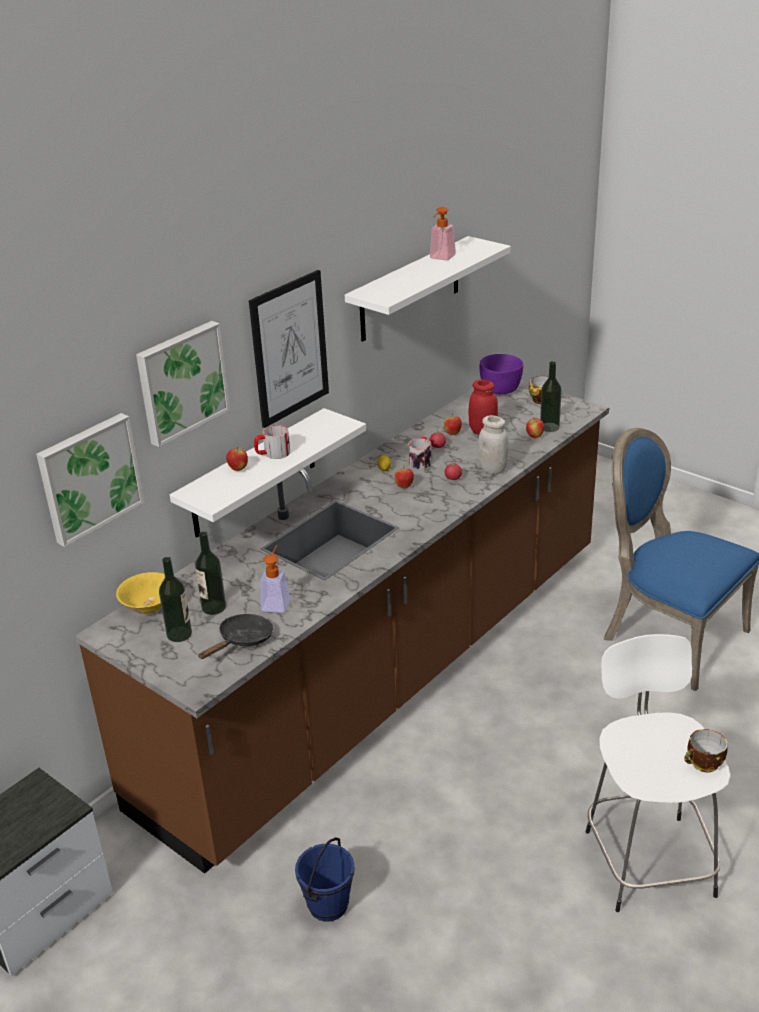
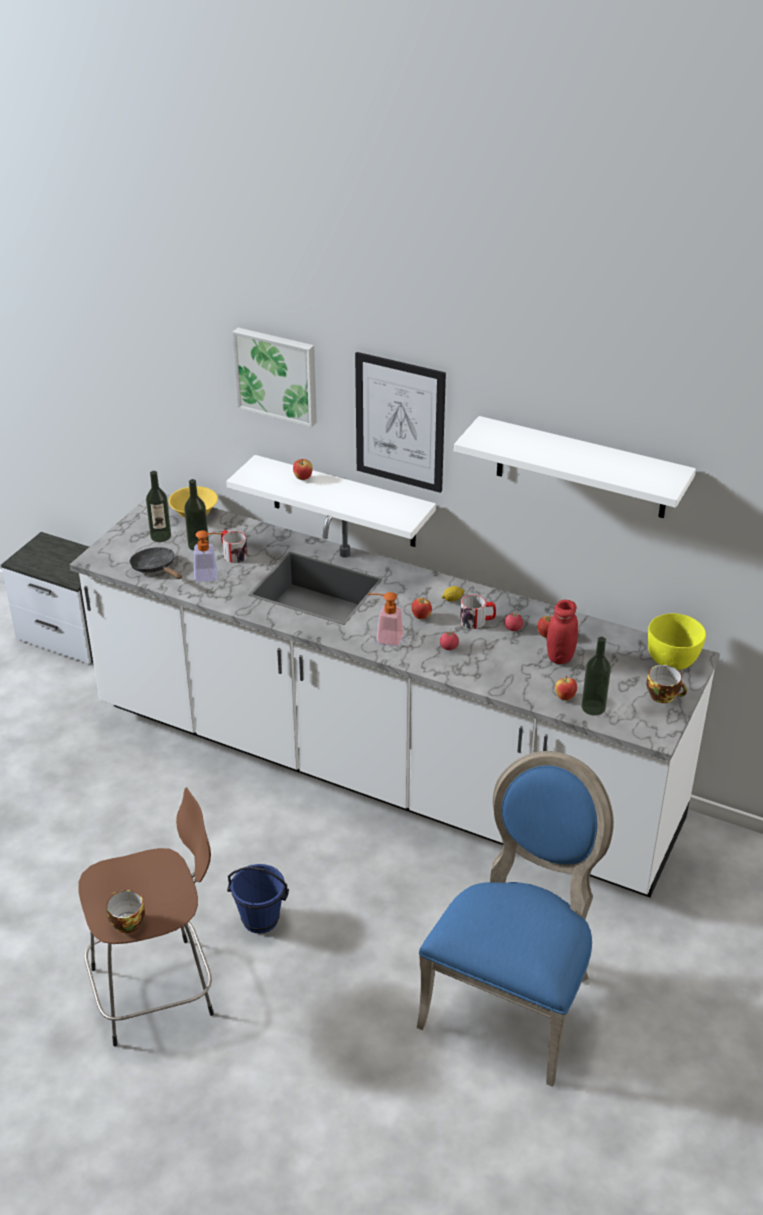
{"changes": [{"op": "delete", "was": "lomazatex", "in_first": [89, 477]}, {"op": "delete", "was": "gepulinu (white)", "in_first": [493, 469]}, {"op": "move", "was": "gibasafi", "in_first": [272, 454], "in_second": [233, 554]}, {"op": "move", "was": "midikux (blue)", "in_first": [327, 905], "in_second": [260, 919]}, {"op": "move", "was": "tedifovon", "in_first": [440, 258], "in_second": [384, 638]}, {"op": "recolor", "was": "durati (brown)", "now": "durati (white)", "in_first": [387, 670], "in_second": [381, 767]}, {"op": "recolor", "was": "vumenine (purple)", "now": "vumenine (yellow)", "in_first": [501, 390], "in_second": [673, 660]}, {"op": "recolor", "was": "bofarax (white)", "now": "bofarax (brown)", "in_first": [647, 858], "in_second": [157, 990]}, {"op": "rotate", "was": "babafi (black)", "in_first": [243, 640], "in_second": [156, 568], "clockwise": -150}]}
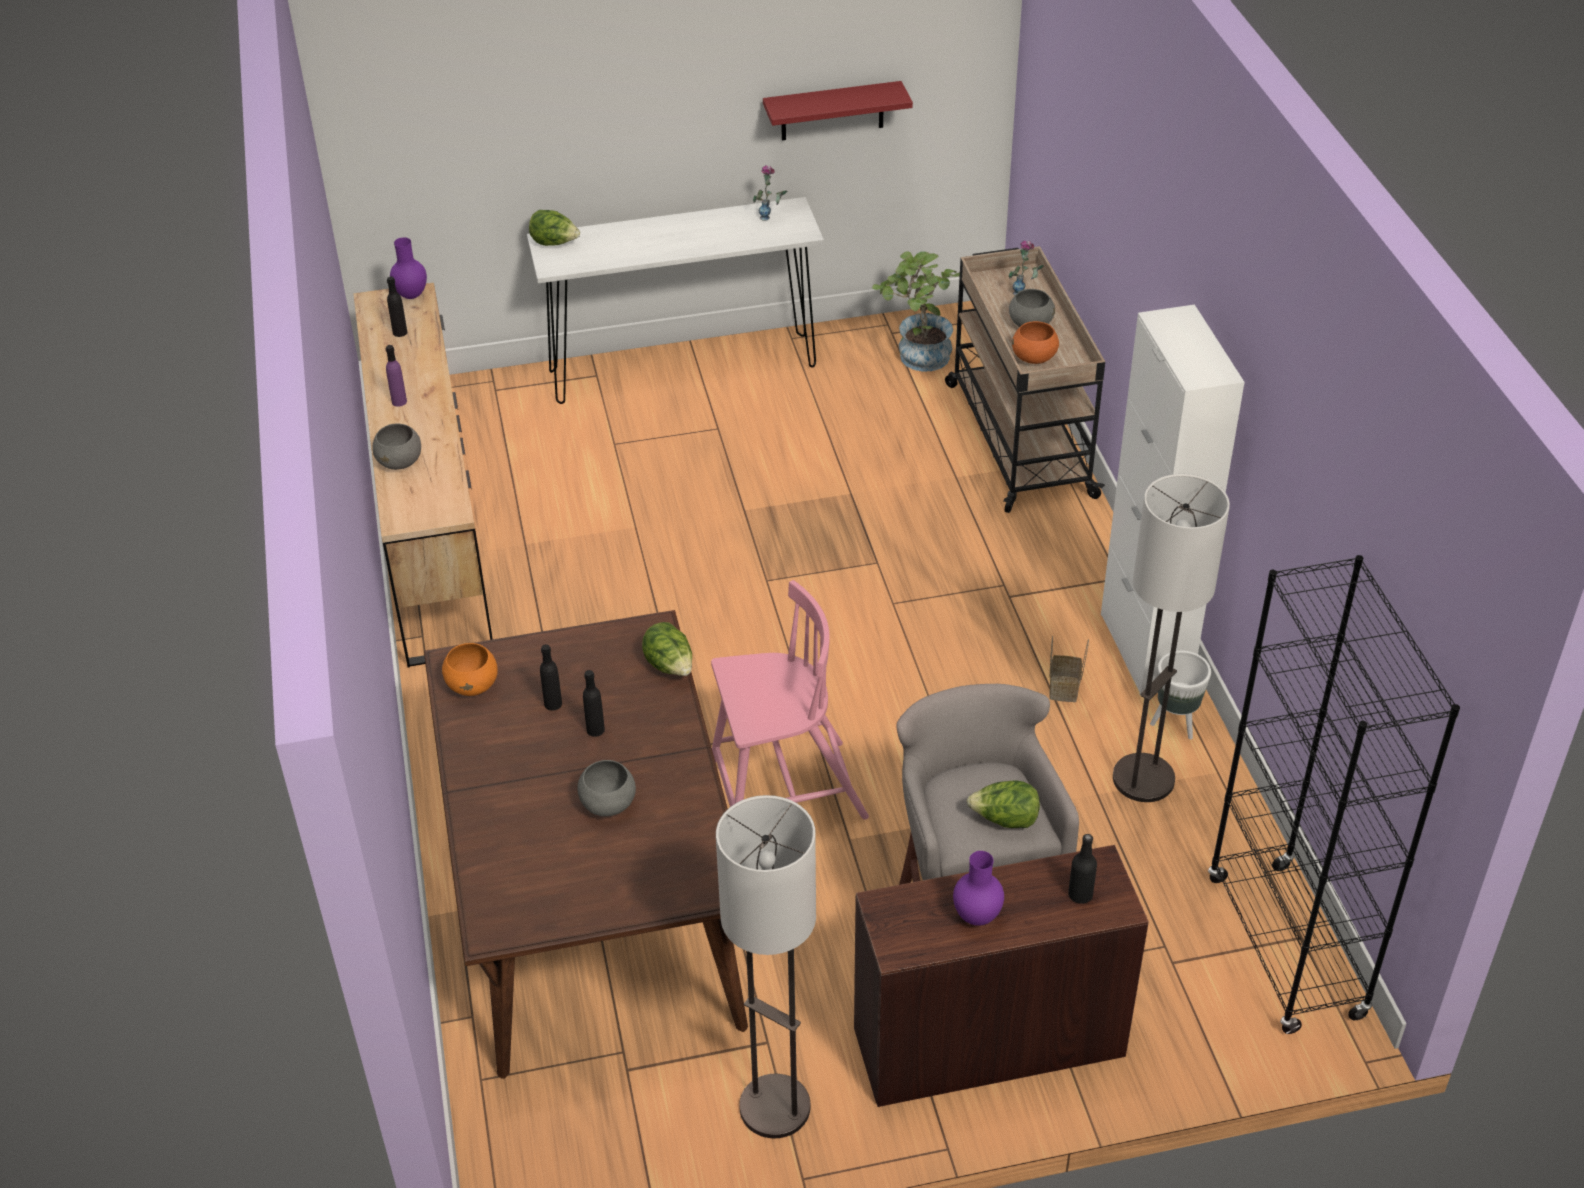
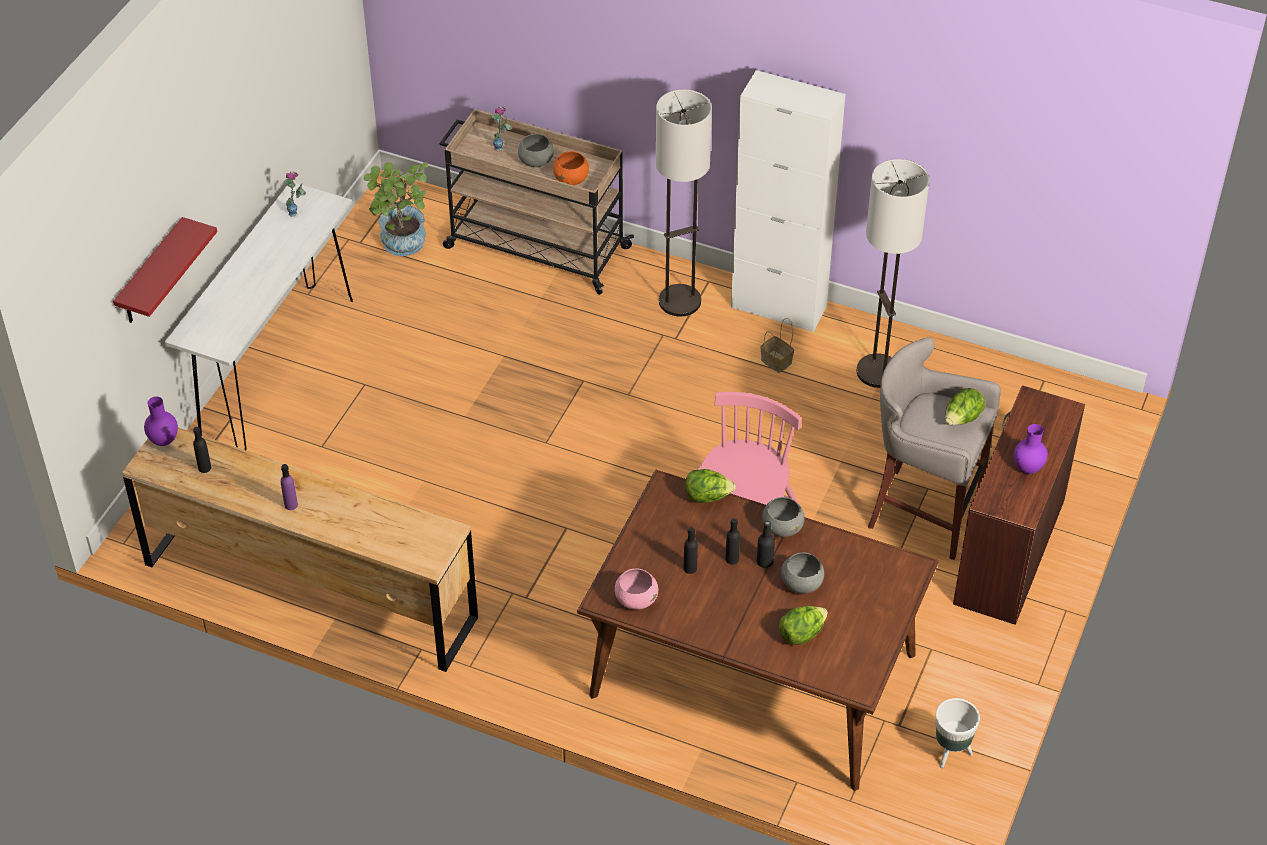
{"changes": [{"op": "delete", "was": "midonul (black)", "in_first": [1285, 948]}, {"op": "move", "was": "vumenine (grey)", "in_first": [400, 462], "in_second": [782, 527]}, {"op": "move", "was": "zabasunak", "in_first": [554, 243], "in_second": [802, 634]}, {"op": "move", "was": "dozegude", "in_first": [775, 1107], "in_second": [680, 301]}, {"op": "move", "was": "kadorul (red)", "in_first": [832, 111], "in_second": [151, 274]}, {"op": "move", "was": "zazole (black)", "in_first": [1080, 895], "in_second": [764, 562]}, {"op": "move", "was": "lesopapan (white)", "in_first": [1175, 723], "in_second": [950, 753]}, {"op": "recolor", "was": "vumenine (orange)", "now": "vumenine (pink)", "in_first": [473, 685], "in_second": [636, 599]}]}
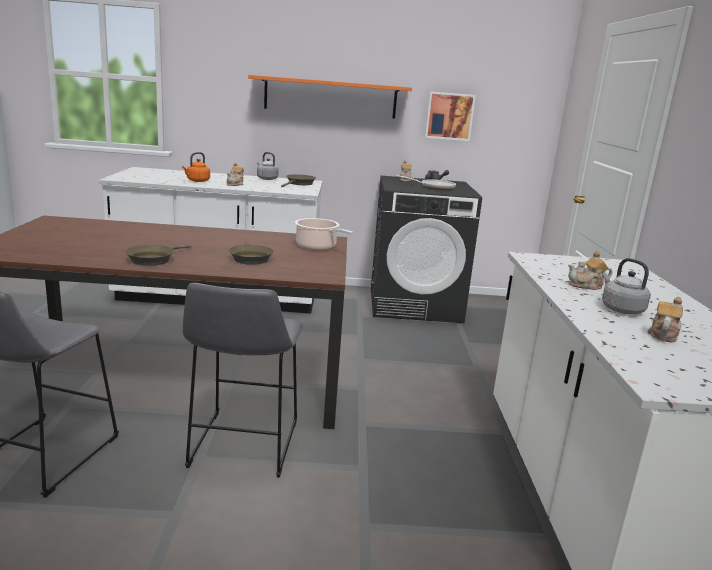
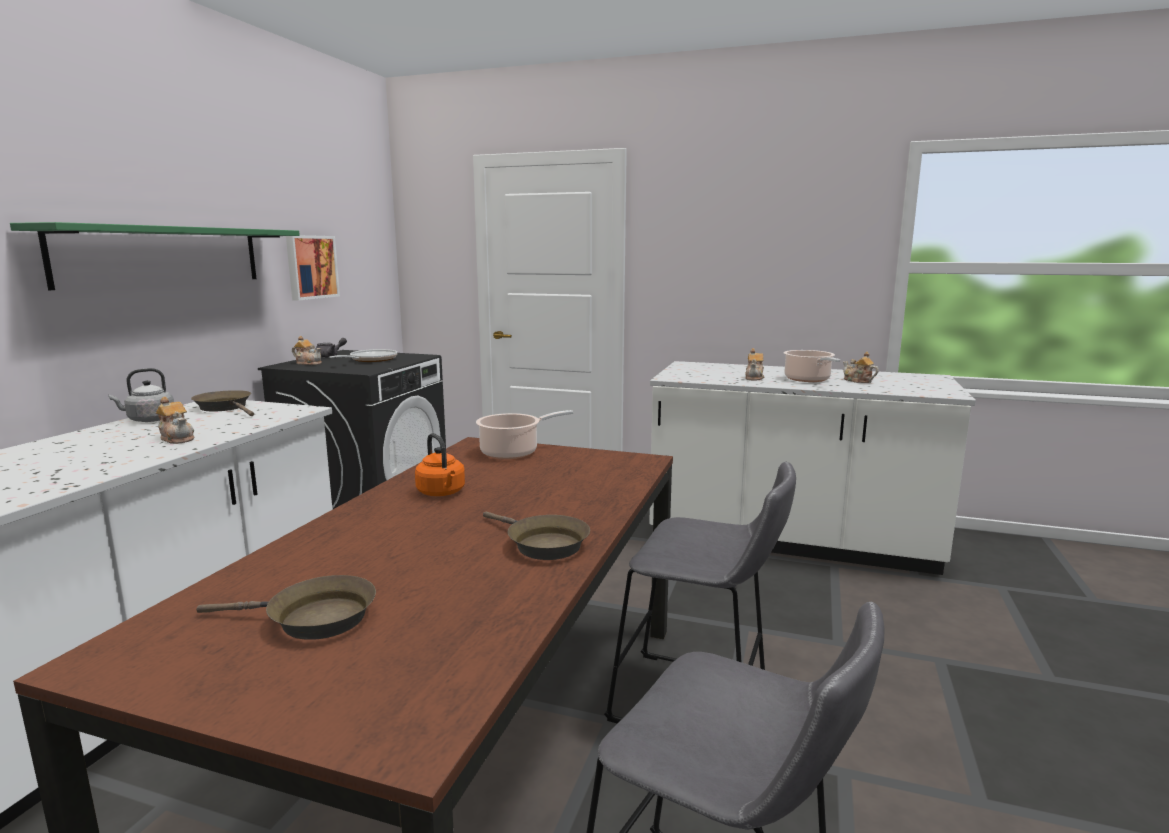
{"changes": [{"op": "move", "was": "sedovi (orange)", "in_first": [197, 181], "in_second": [442, 493]}, {"op": "move", "was": "babafi (brown)", "in_first": [250, 258], "in_second": [313, 619]}, {"op": "replace", "was": "sedovi (grey)", "now": "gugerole", "in_first": [620, 309], "in_second": [808, 380]}, {"op": "recolor", "was": "kadorul (orange)", "now": "kadorul (green)", "in_first": [330, 97], "in_second": [163, 256]}]}
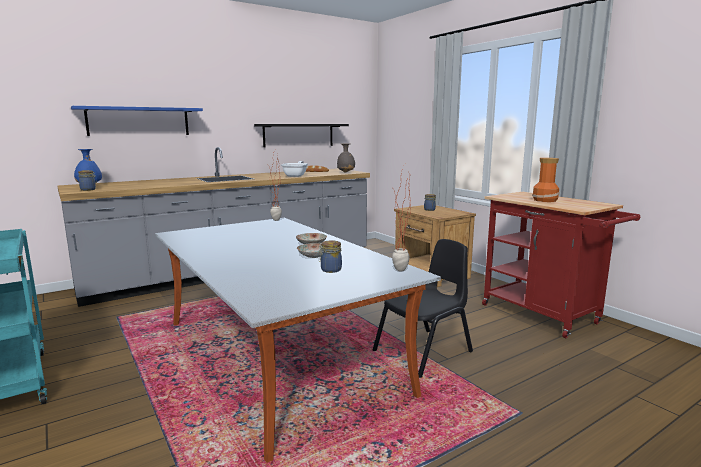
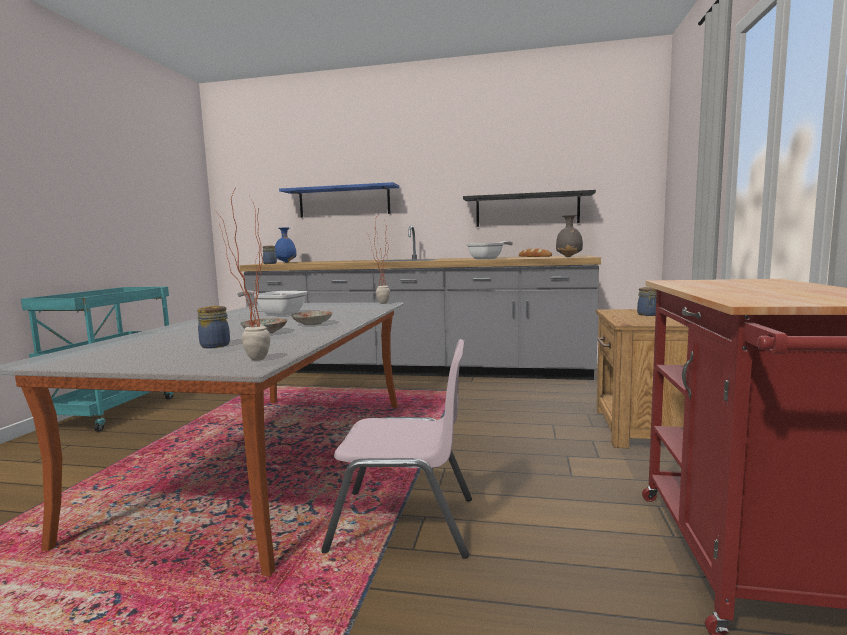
{"changes": [{"op": "delete", "was": "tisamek", "in_first": [545, 200]}, {"op": "insert", "now": "babafi", "in_second": [278, 314]}, {"op": "recolor", "was": "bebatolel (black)", "now": "bebatolel (pink)", "in_first": [424, 352], "in_second": [404, 524]}]}
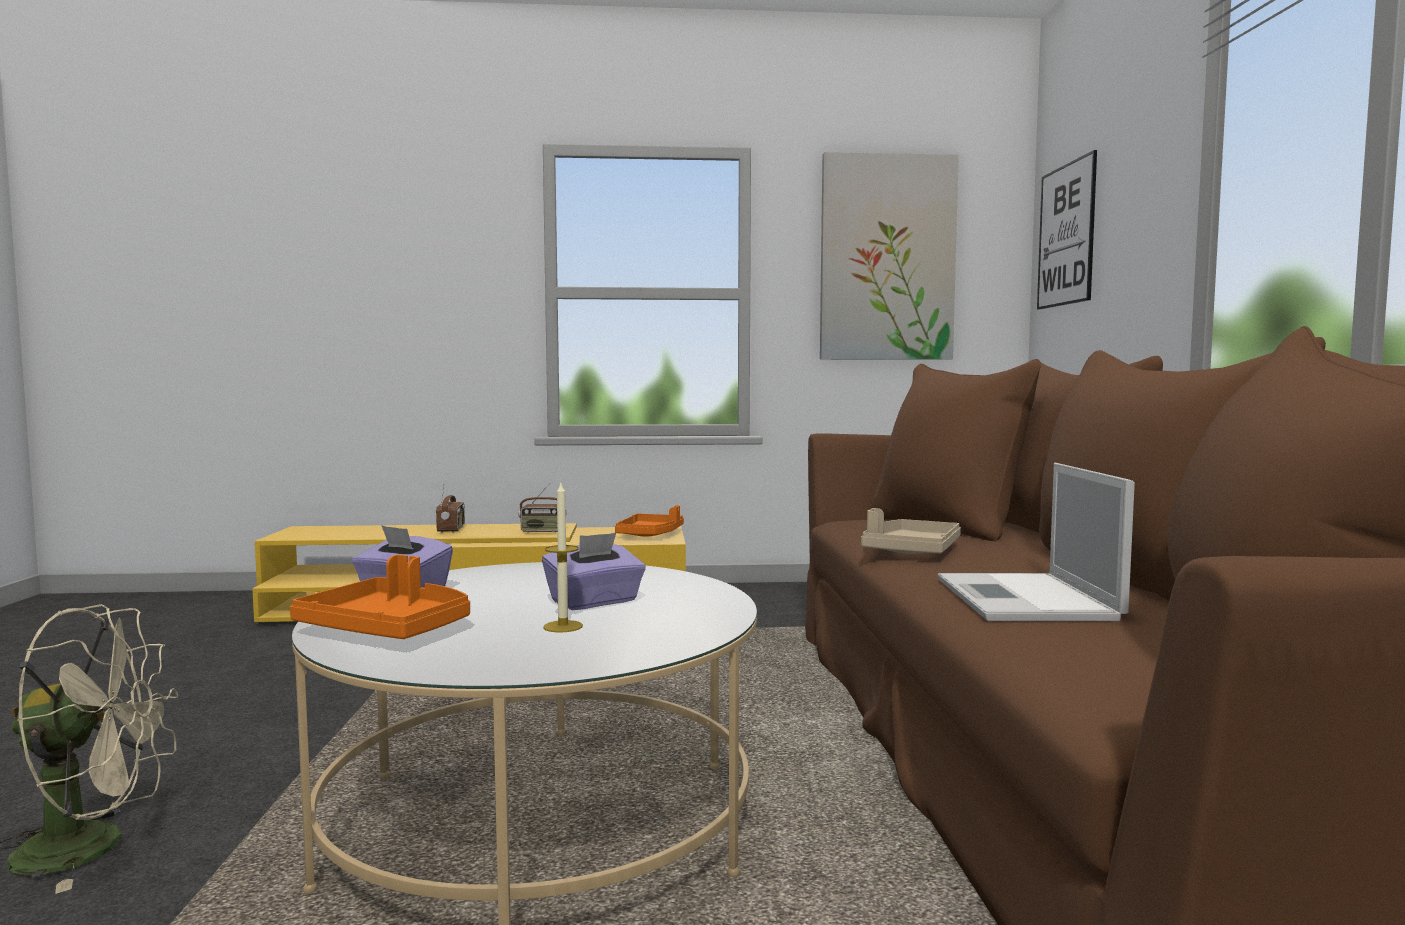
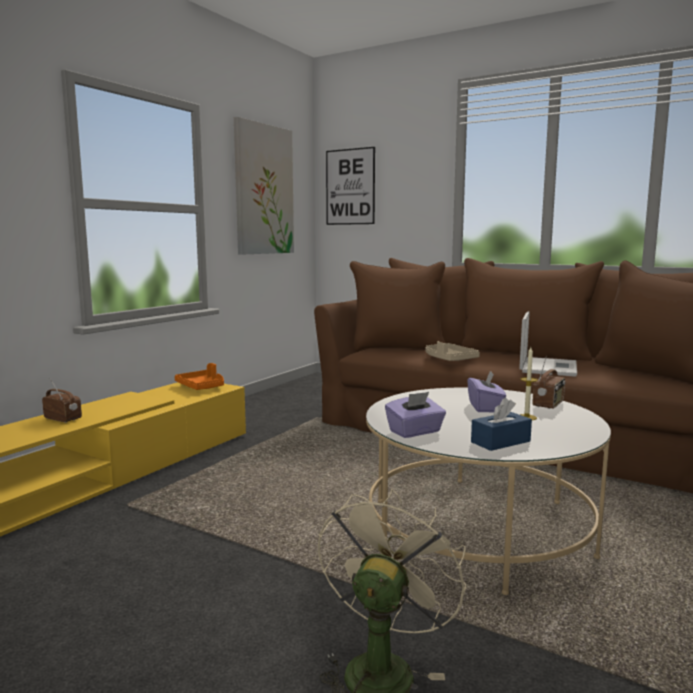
{"changes": [{"op": "move", "was": "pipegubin", "in_first": [542, 531], "in_second": [548, 404]}, {"op": "replace", "was": "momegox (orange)", "now": "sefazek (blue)", "in_first": [389, 629], "in_second": [500, 442]}, {"op": "rotate", "was": "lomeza", "in_first": [1026, 600], "in_second": [548, 367], "clockwise": -105}]}
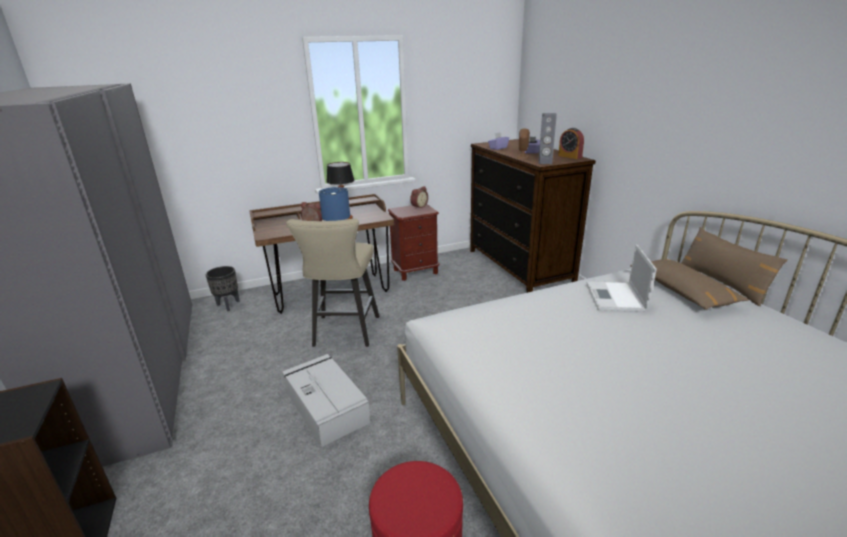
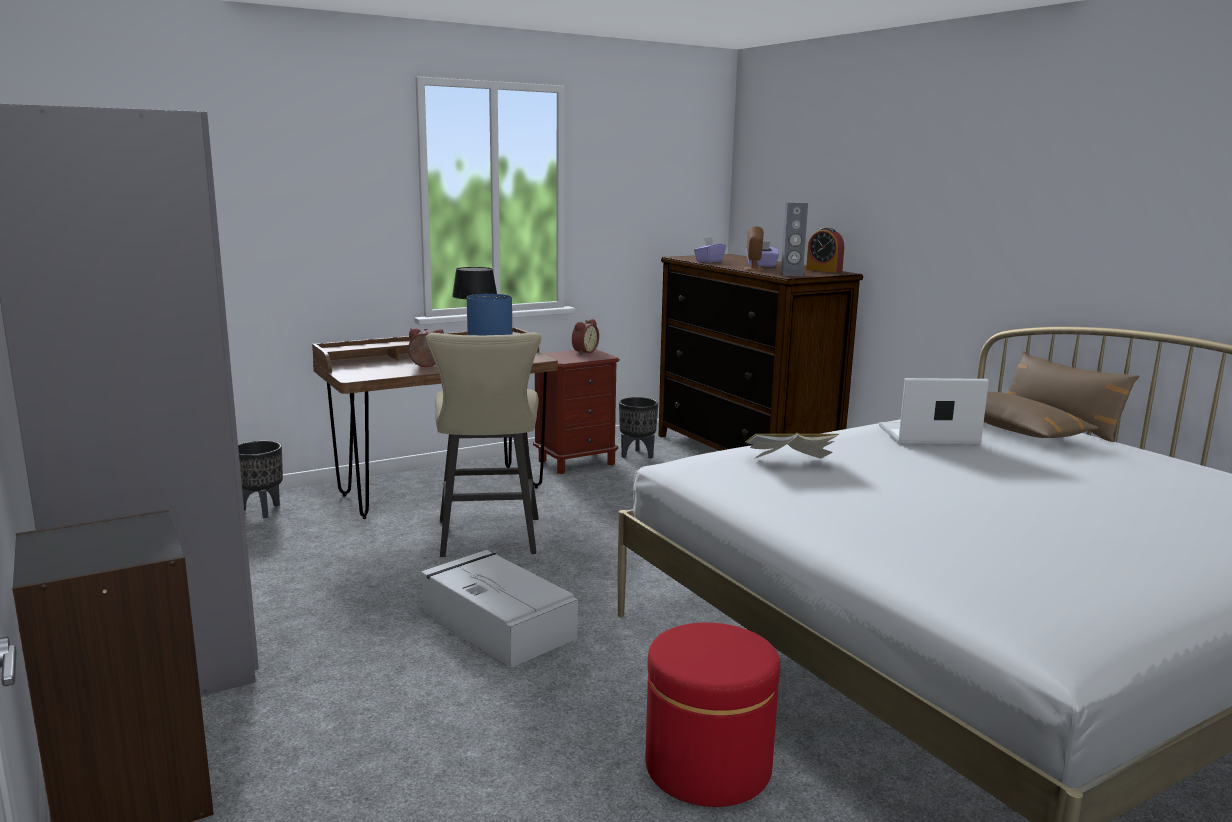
{"changes": [{"op": "insert", "now": "lesopapan (black)", "in_second": [637, 455]}, {"op": "insert", "now": "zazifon", "in_second": [790, 463]}, {"op": "rotate", "was": "lomeza", "in_first": [615, 297], "in_second": [926, 435], "clockwise": 90}]}
